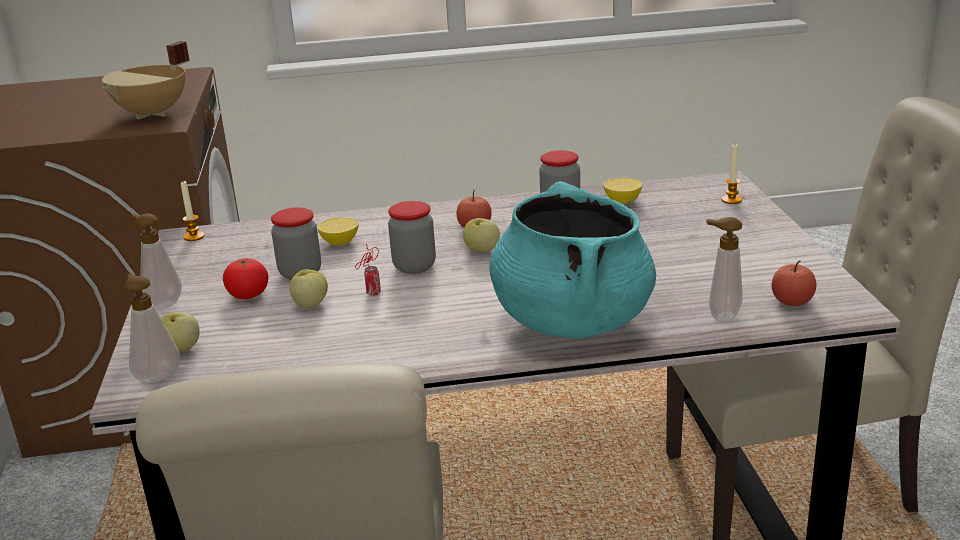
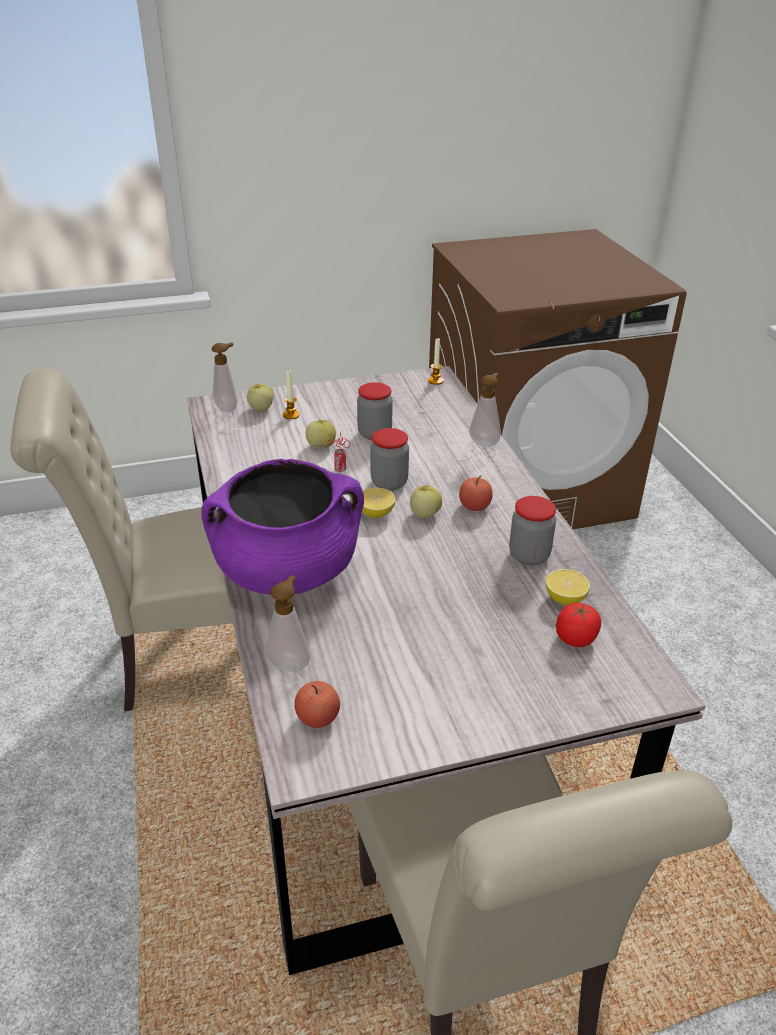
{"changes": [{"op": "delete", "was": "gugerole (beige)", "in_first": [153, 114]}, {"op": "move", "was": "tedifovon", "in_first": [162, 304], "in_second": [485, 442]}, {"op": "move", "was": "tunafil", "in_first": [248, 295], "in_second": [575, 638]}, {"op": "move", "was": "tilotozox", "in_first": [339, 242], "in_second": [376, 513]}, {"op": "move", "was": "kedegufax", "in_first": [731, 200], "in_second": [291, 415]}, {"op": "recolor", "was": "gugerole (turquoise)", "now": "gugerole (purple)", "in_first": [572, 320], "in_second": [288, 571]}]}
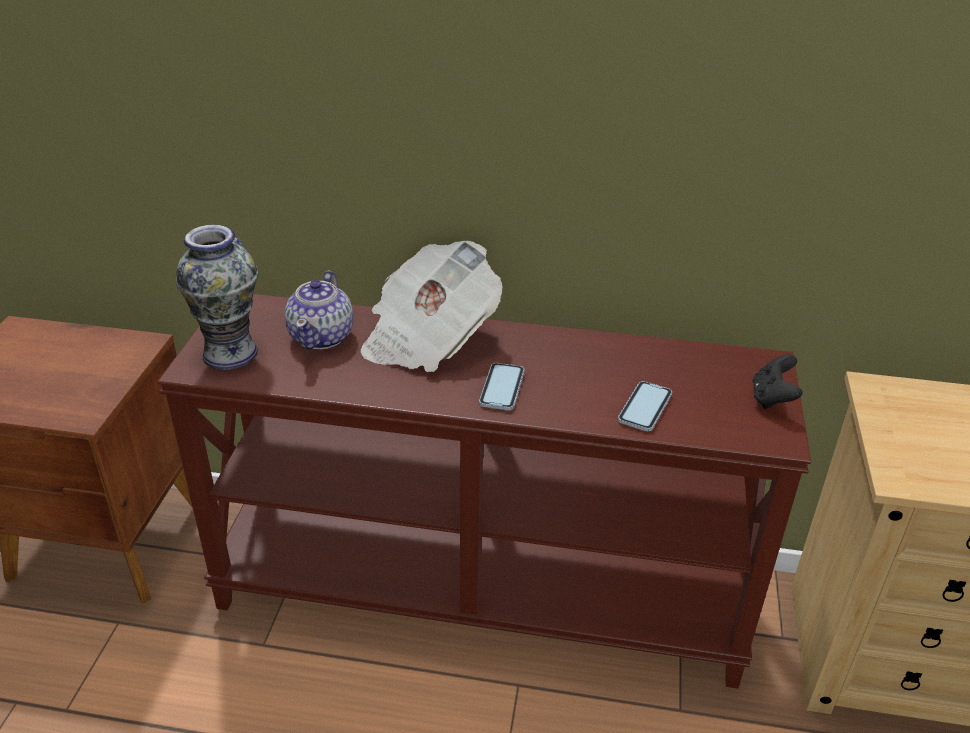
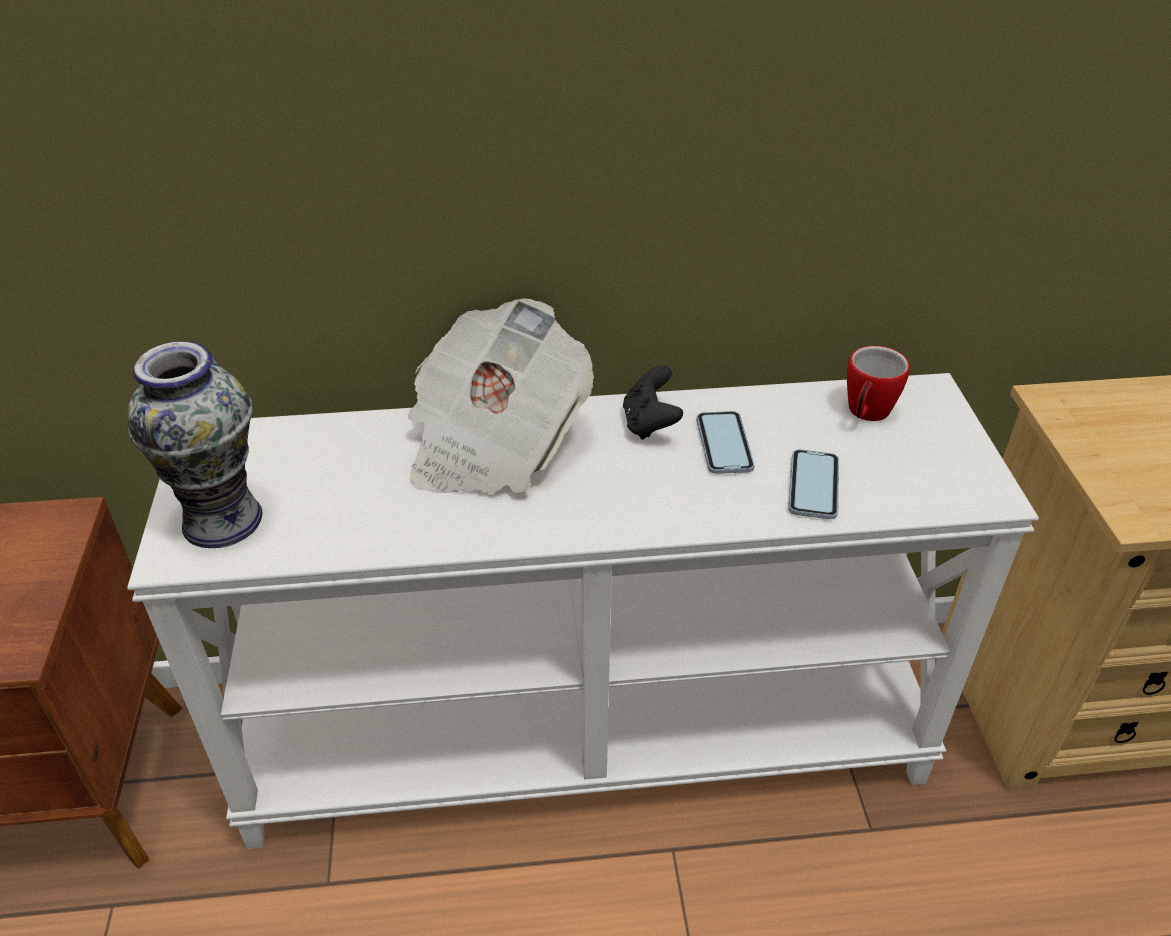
{"changes": [{"op": "delete", "was": "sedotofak", "in_first": [322, 336]}, {"op": "insert", "now": "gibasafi", "in_second": [866, 414]}, {"op": "move", "was": "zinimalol", "in_first": [502, 388], "in_second": [724, 444]}, {"op": "move", "was": "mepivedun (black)", "in_first": [772, 398], "in_second": [650, 423]}, {"op": "recolor", "was": "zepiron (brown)", "now": "zepiron (white)", "in_first": [482, 590], "in_second": [587, 734]}]}
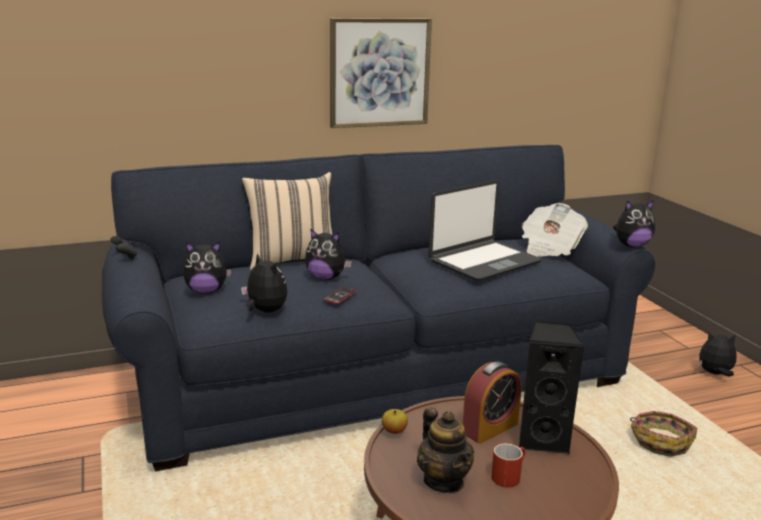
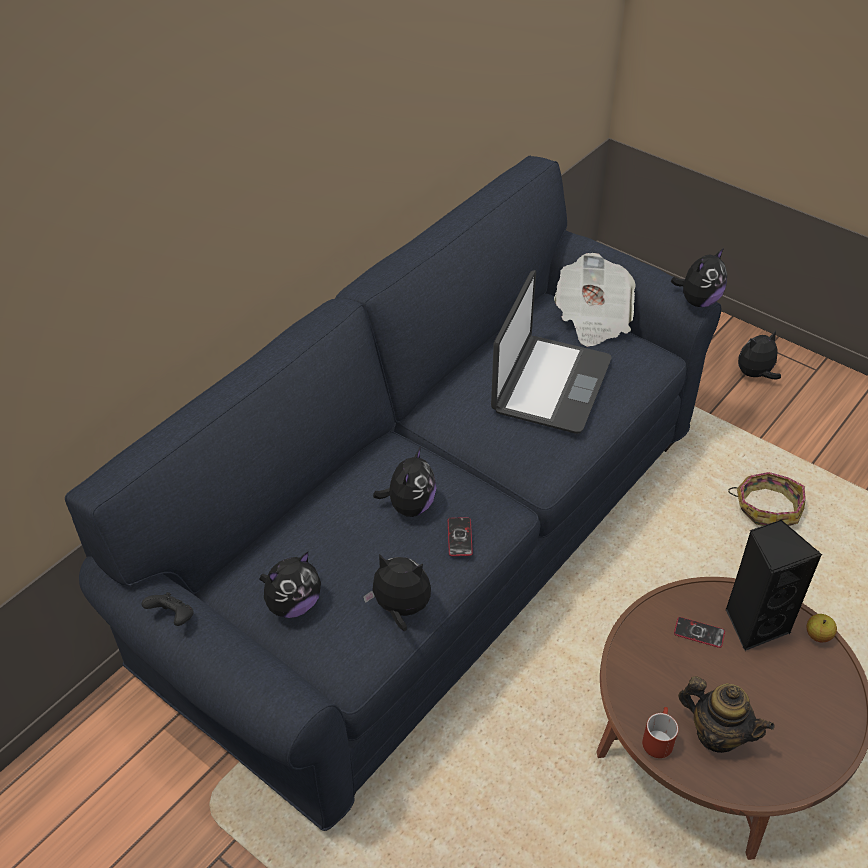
{"changes": [{"op": "delete", "was": "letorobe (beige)", "in_first": [292, 260]}, {"op": "delete", "was": "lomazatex", "in_first": [379, 72]}, {"op": "move", "was": "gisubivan", "in_first": [394, 431], "in_second": [818, 635]}, {"op": "move", "was": "gibasafi (red)", "in_first": [508, 475], "in_second": [657, 738]}, {"op": "replace", "was": "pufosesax", "now": "zinimalol", "in_first": [490, 428], "in_second": [699, 633]}, {"op": "rotate", "was": "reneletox", "in_first": [326, 278], "in_second": [409, 506], "clockwise": -60}]}
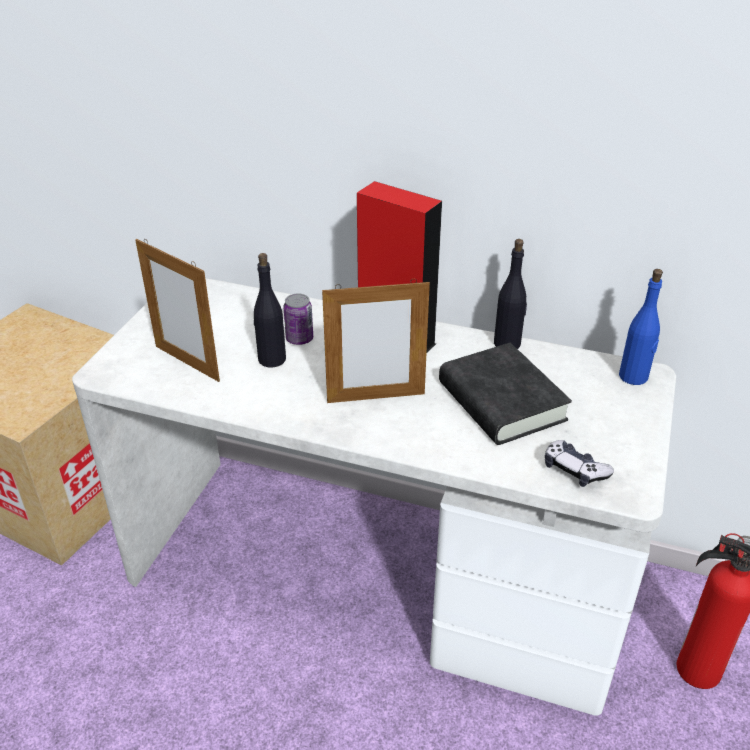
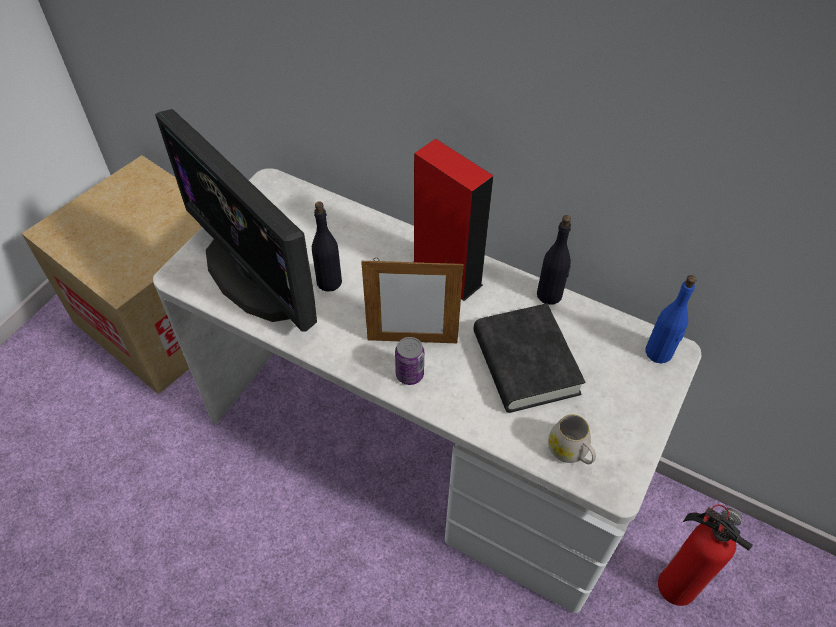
{"changes": [{"op": "move", "was": "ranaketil", "in_first": [299, 339], "in_second": [409, 374]}, {"op": "replace", "was": "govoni", "now": "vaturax", "in_first": [187, 363], "in_second": [253, 275]}, {"op": "replace", "was": "mepivedun", "now": "gibasafi (white)", "in_first": [574, 470], "in_second": [571, 452]}]}
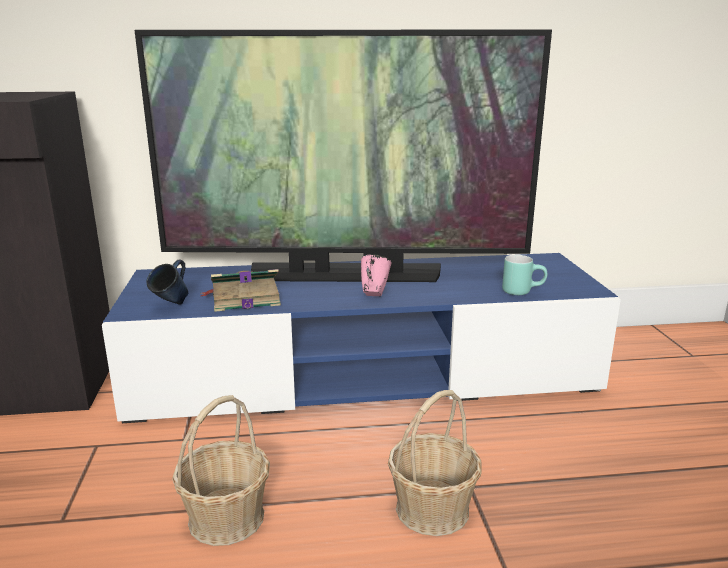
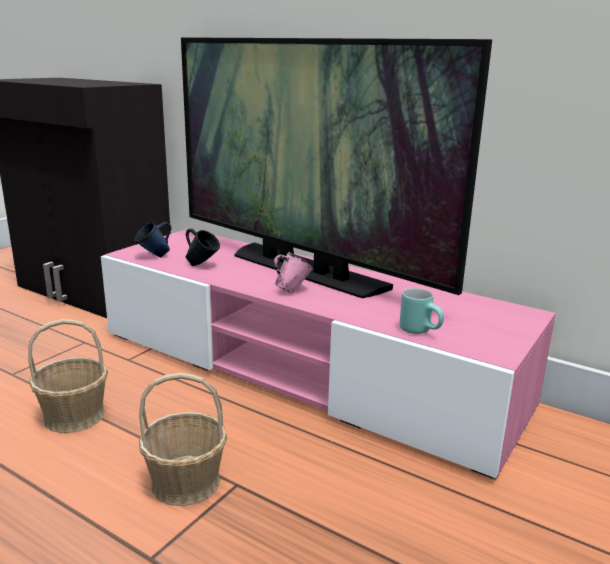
{"changes": [{"op": "replace", "was": "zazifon", "now": "gibasafi (blue)", "in_first": [243, 298], "in_second": [202, 265]}, {"op": "recolor", "was": "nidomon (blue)", "now": "nidomon (pink)", "in_first": [364, 375], "in_second": [303, 369]}]}
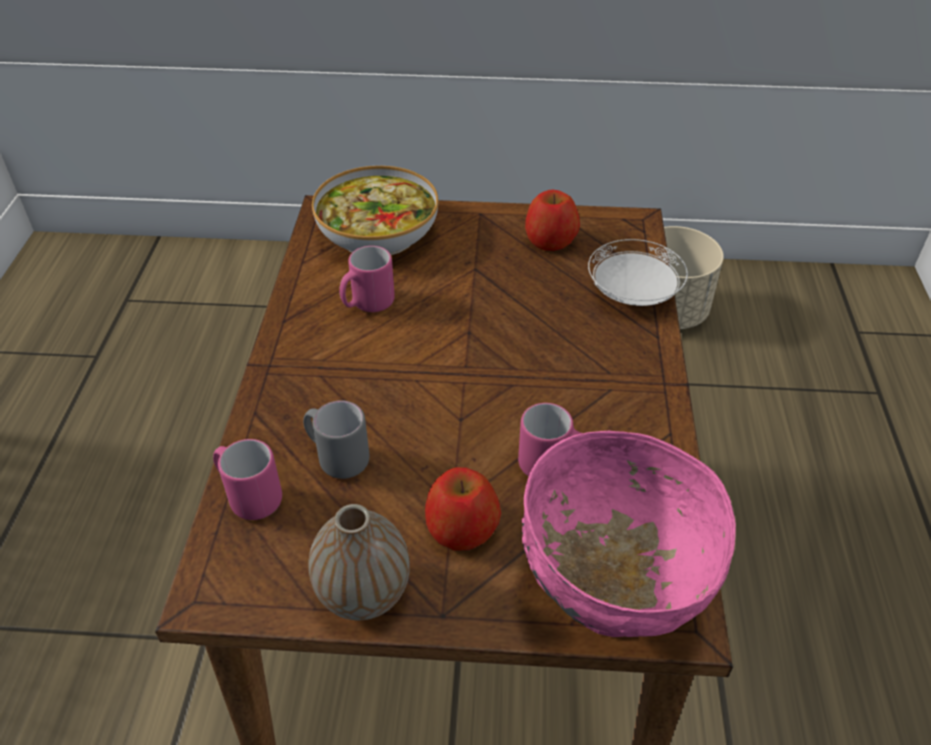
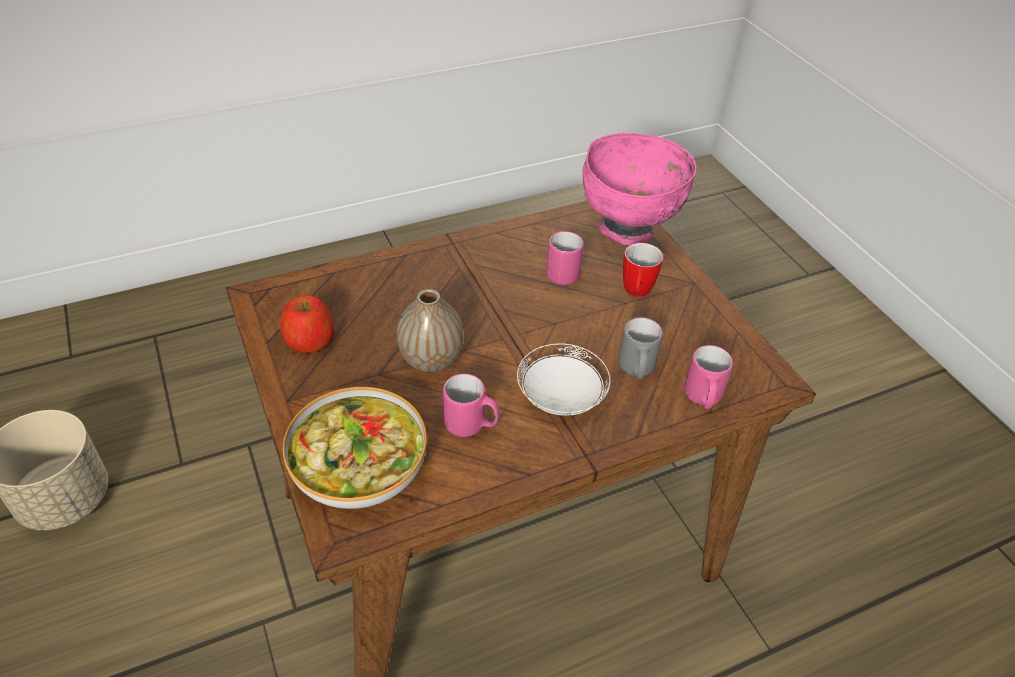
{"changes": [{"op": "move", "was": "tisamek", "in_first": [363, 593], "in_second": [431, 360]}, {"op": "move", "was": "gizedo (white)", "in_first": [633, 293], "in_second": [560, 397]}, {"op": "replace", "was": "gisubivan", "now": "gibasafi", "in_first": [461, 527], "in_second": [636, 294]}]}
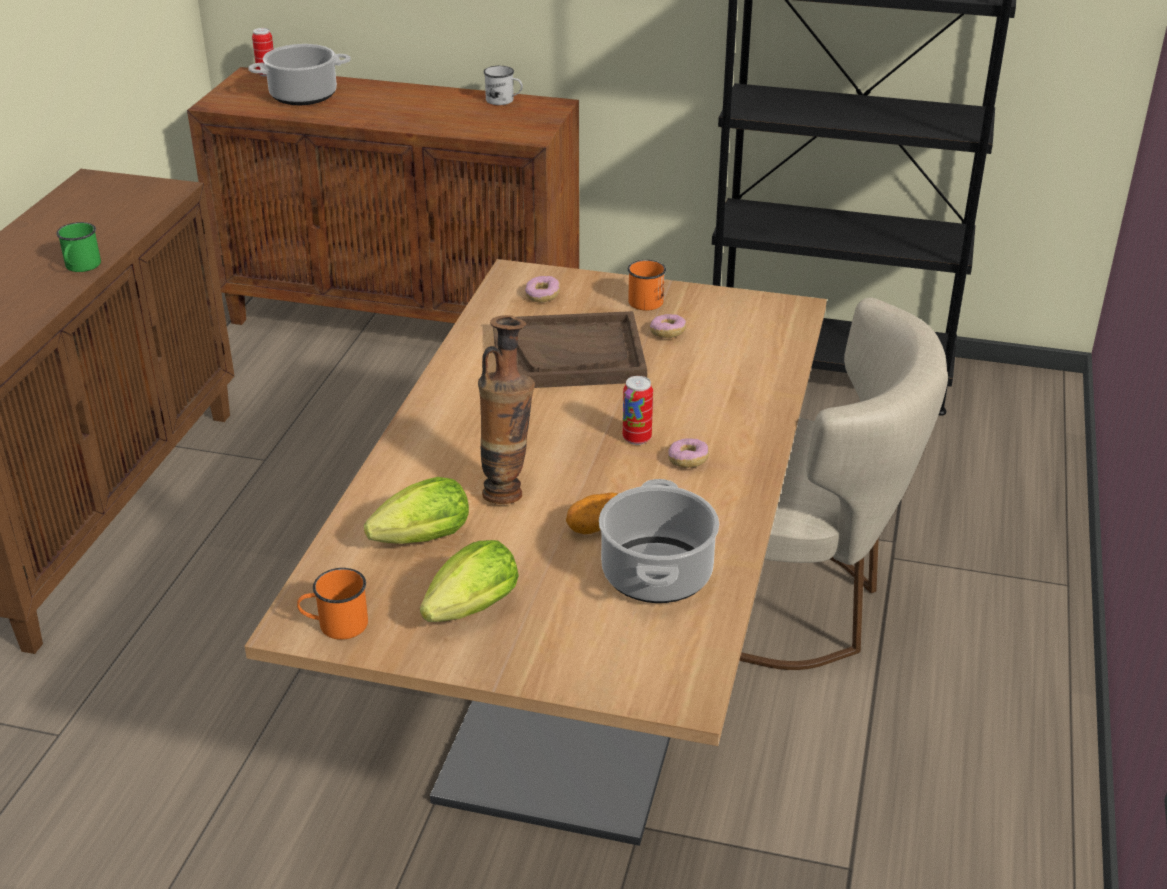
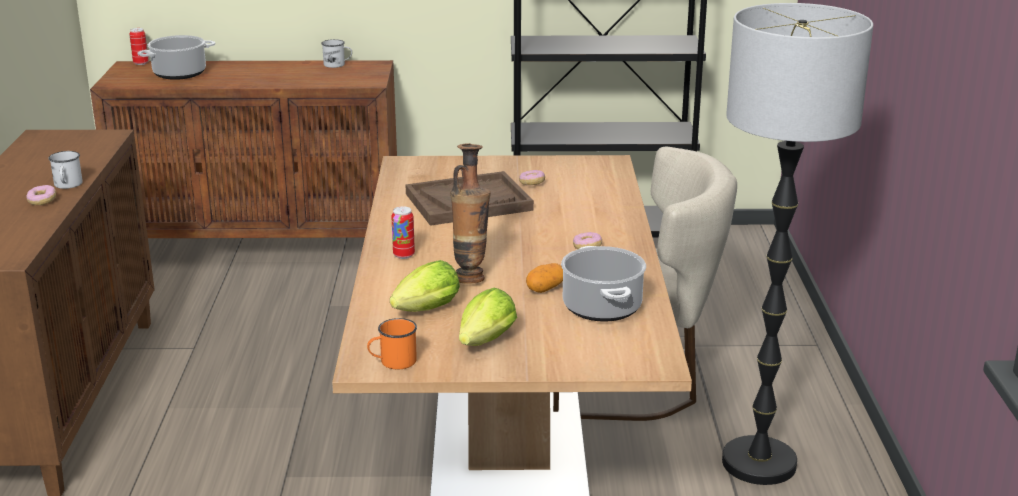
{"changes": [{"op": "delete", "was": "gibasafi (orange)", "in_first": [647, 299]}, {"op": "insert", "now": "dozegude", "in_second": [759, 463]}, {"op": "move", "was": "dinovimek", "in_first": [542, 296], "in_second": [42, 201]}, {"op": "move", "was": "ranaketil", "in_first": [637, 438], "in_second": [403, 255]}, {"op": "recolor", "was": "gibasafi (green)", "now": "gibasafi (white)", "in_first": [80, 267], "in_second": [67, 185]}]}
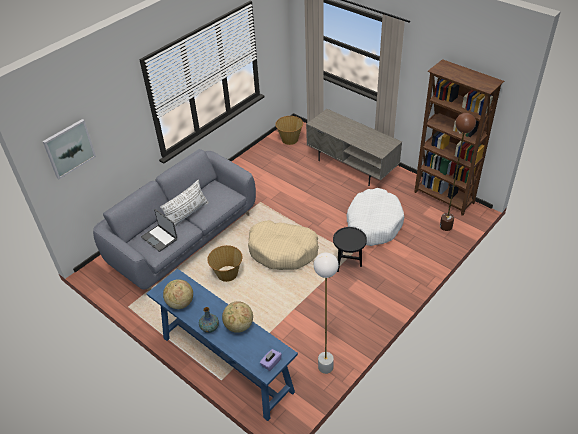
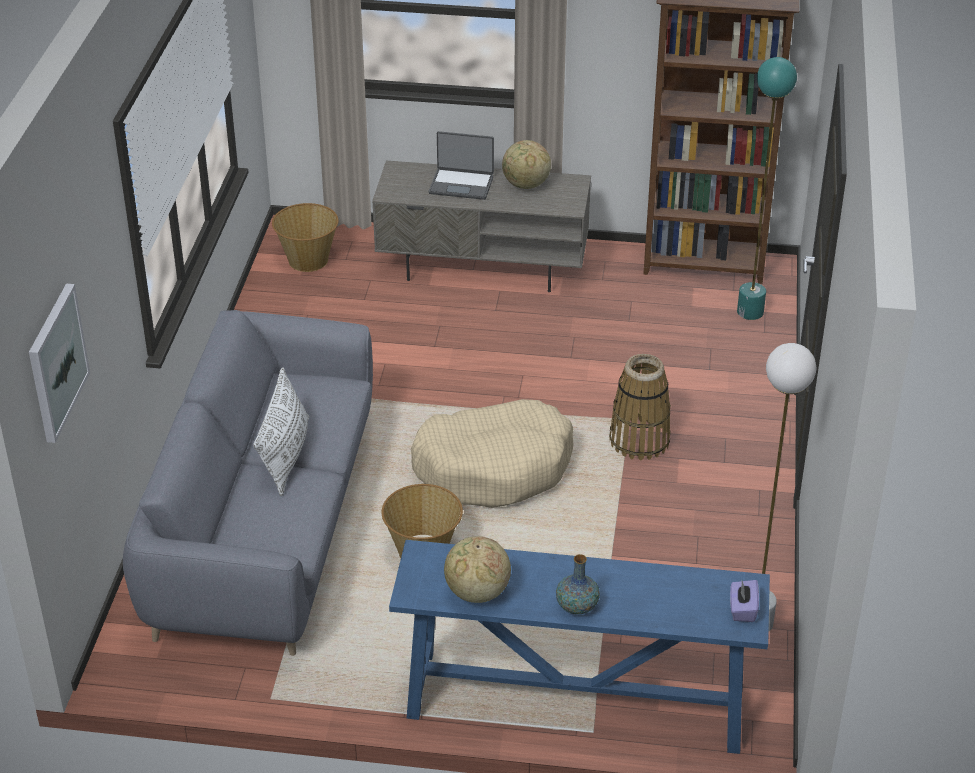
{"changes": [{"op": "delete", "was": "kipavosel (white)", "in_first": [373, 223]}, {"op": "move", "was": "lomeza", "in_first": [160, 238], "in_second": [461, 184]}, {"op": "move", "was": "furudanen", "in_first": [238, 326], "in_second": [526, 185]}, {"op": "replace", "was": "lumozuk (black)", "now": "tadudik", "in_first": [348, 264], "in_second": [639, 441]}, {"op": "recolor", "was": "dozegude (brown)", "now": "dozegude (turquoise)", "in_first": [446, 226], "in_second": [750, 312]}]}
